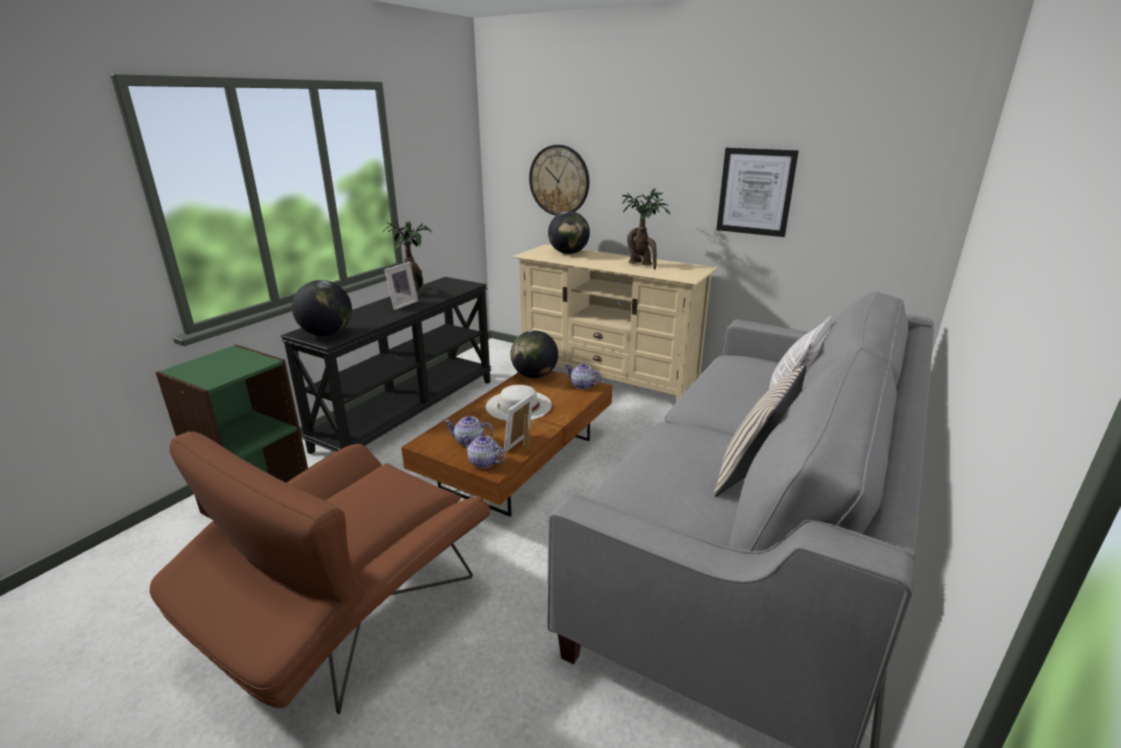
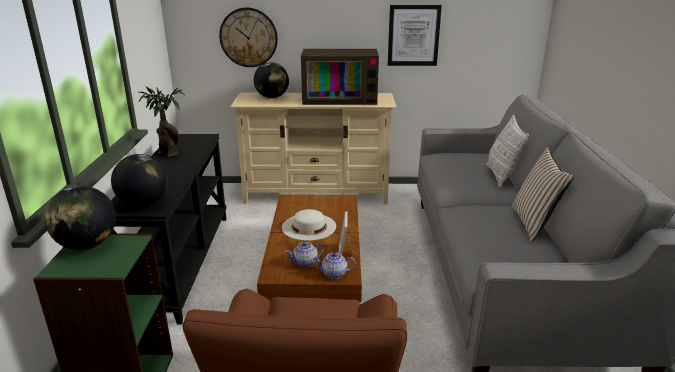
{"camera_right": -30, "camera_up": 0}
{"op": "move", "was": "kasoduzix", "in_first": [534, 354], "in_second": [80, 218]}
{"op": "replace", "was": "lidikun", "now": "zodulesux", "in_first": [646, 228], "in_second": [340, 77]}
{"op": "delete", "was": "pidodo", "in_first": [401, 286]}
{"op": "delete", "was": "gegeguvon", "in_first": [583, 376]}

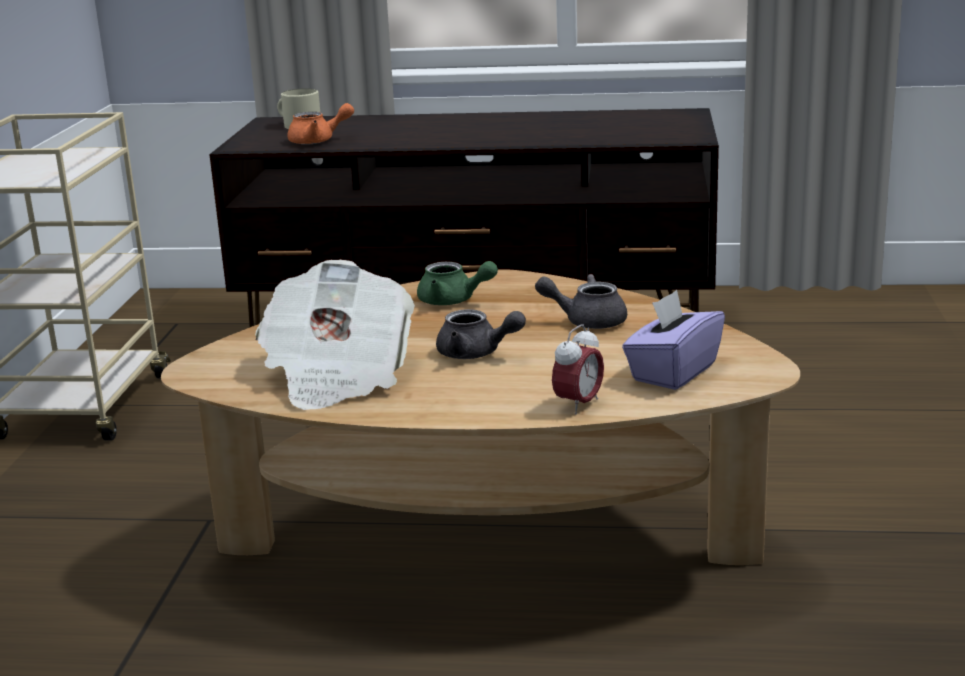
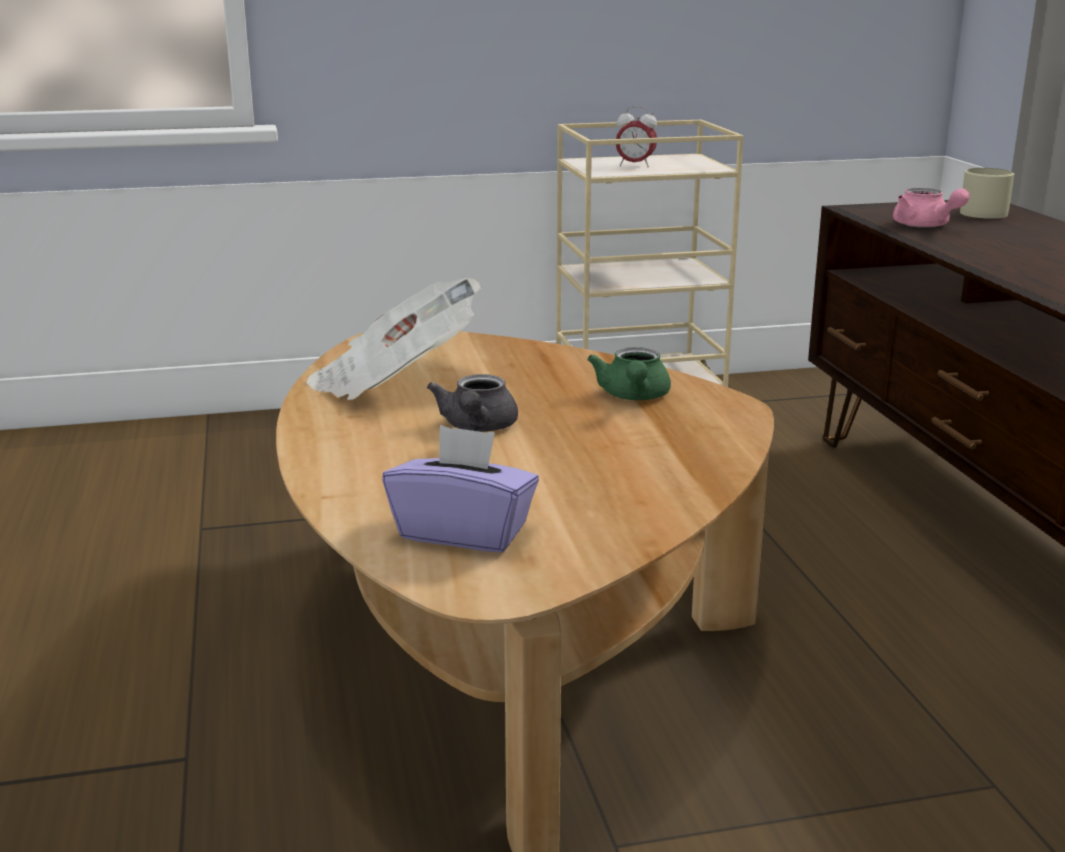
{"camera_right": 70, "camera_up": 0}
{"op": "move", "was": "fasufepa", "in_first": [578, 369], "in_second": [636, 137]}
{"op": "recolor", "was": "gegeguvon (orange)", "now": "gegeguvon (pink)", "in_first": [320, 124], "in_second": [931, 208]}
{"op": "delete", "was": "gegeguvon (grey)", "in_first": [581, 301]}

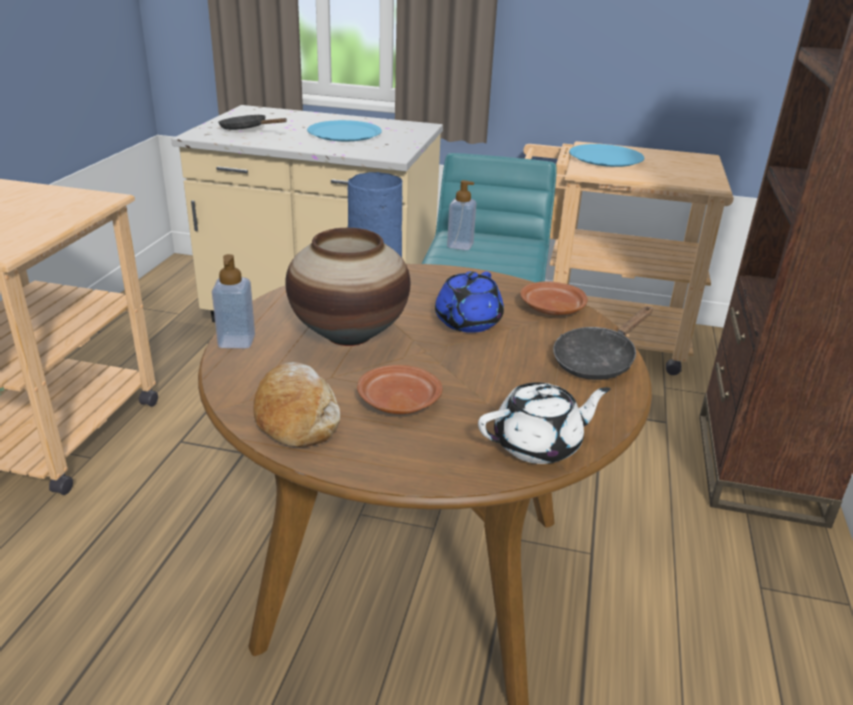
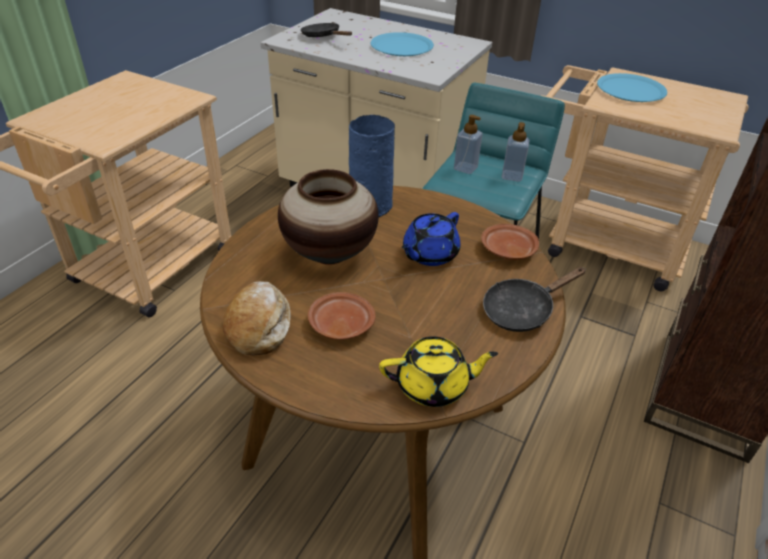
{"camera_right": 15, "camera_up": 10}
{"op": "recolor", "was": "gegeguvon (white)", "now": "gegeguvon (yellow)", "in_first": [544, 423], "in_second": [438, 372]}
{"op": "move", "was": "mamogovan", "in_first": [233, 301], "in_second": [516, 152]}

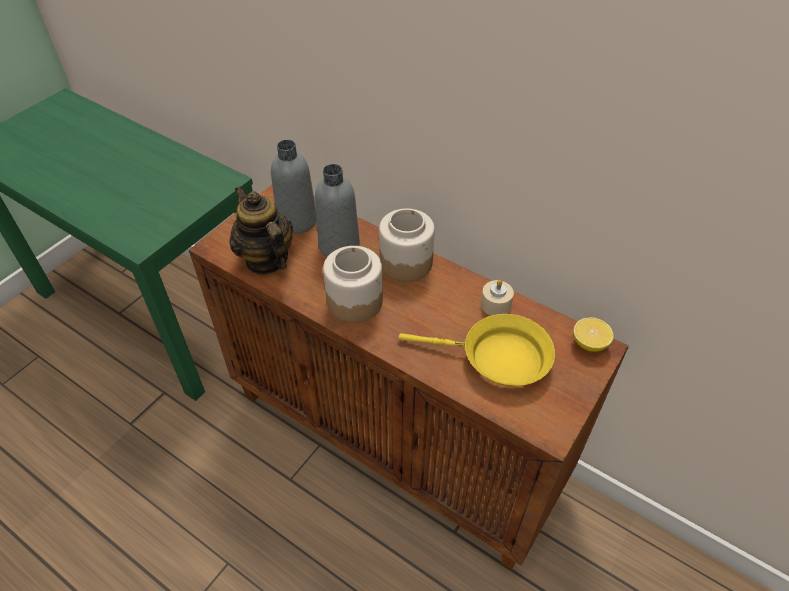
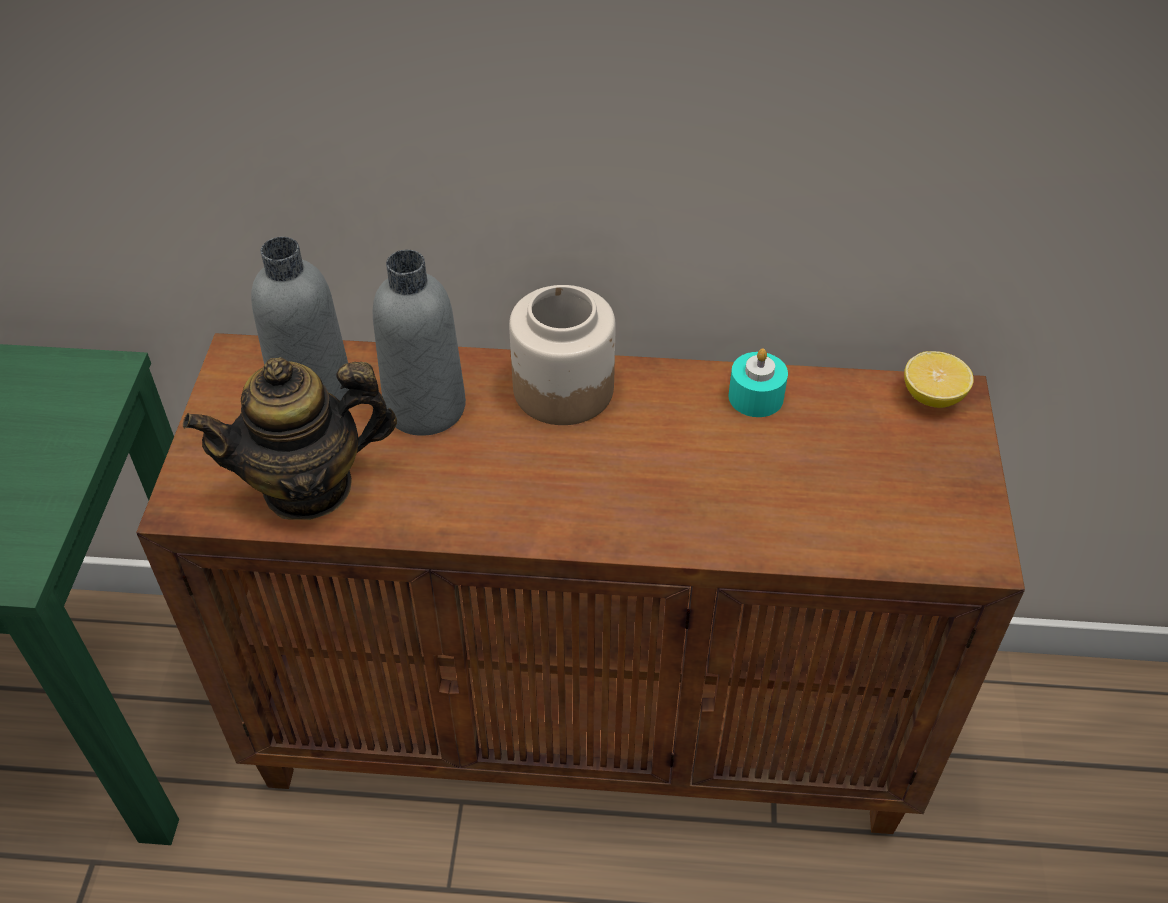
{"camera_right": -30, "camera_up": 0}
{"op": "rotate", "was": "gegeguvon", "in_first": [261, 230], "in_second": [290, 438], "clockwise": -45}
{"op": "recolor", "was": "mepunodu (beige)", "now": "mepunodu (turquoise)", "in_first": [497, 298], "in_second": [758, 382]}
{"op": "delete", "was": "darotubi", "in_first": [353, 284]}
{"op": "delete", "was": "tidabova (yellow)", "in_first": [477, 350]}

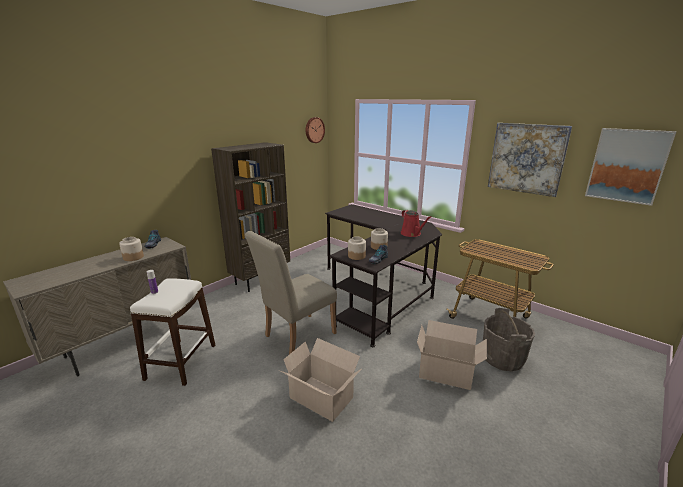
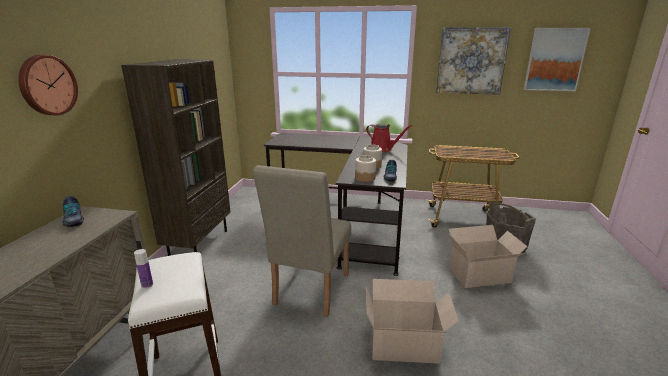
{"camera_right": -30, "camera_up": 0}
{"op": "move", "was": "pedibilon", "in_first": [315, 130], "in_second": [48, 85]}
{"op": "delete", "was": "darotubi", "in_first": [131, 249]}

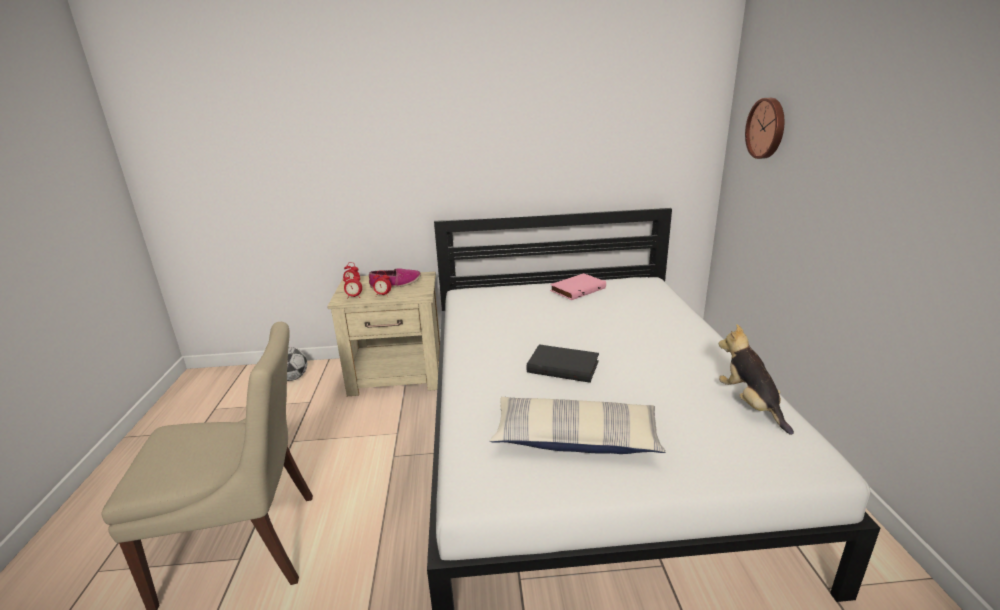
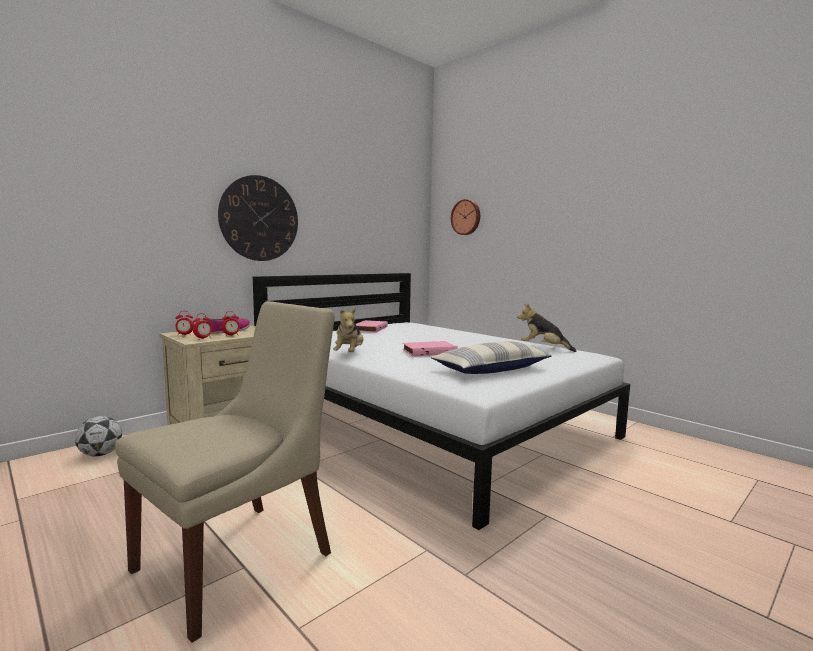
{"camera_right": -40, "camera_up": -15}
{"op": "insert", "now": "pedibilon", "in_second": [258, 218]}
{"op": "insert", "now": "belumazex", "in_second": [348, 329]}
{"op": "recolor", "was": "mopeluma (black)", "now": "mopeluma (pink)", "in_first": [563, 363], "in_second": [430, 349]}

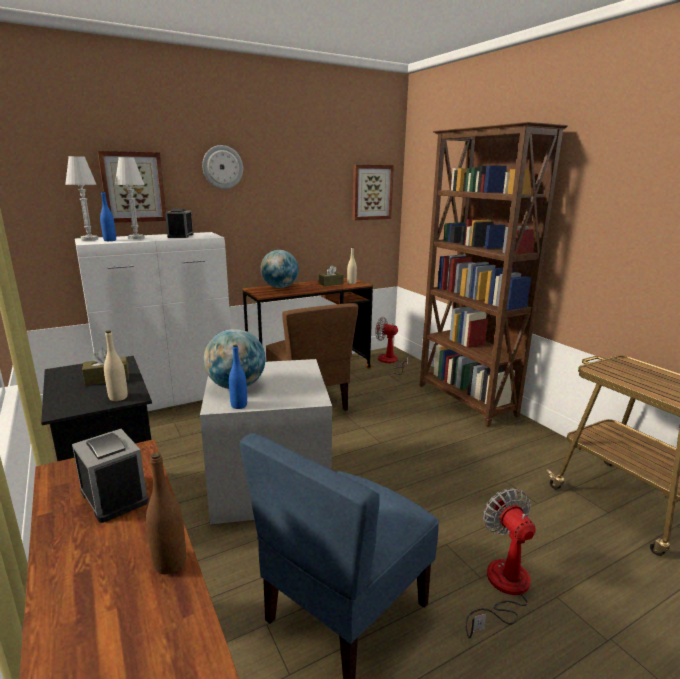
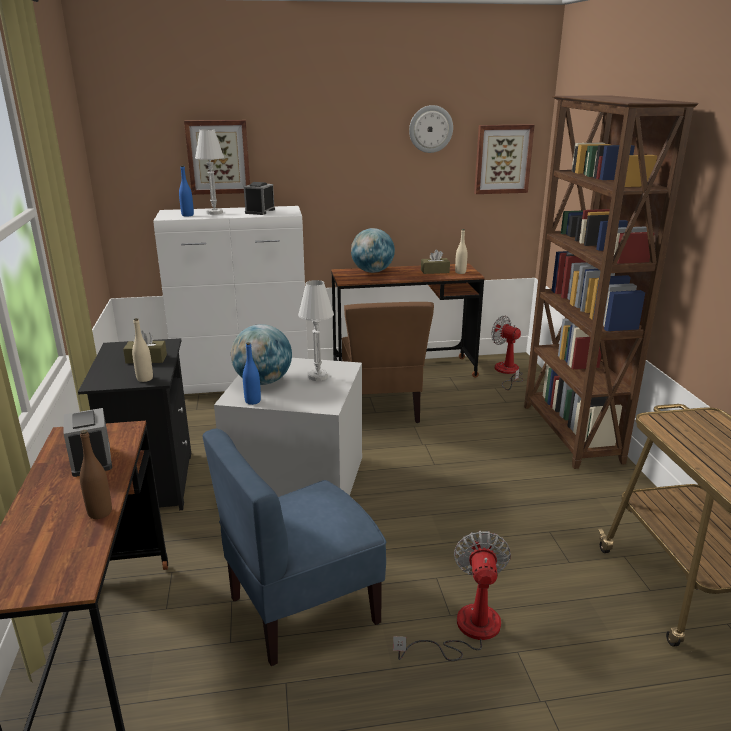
{"camera_right": 20, "camera_up": 5}
{"op": "move", "was": "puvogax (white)", "in_first": [81, 198], "in_second": [316, 330]}
{"op": "move", "was": "pedibilon", "in_first": [222, 167], "in_second": [431, 129]}

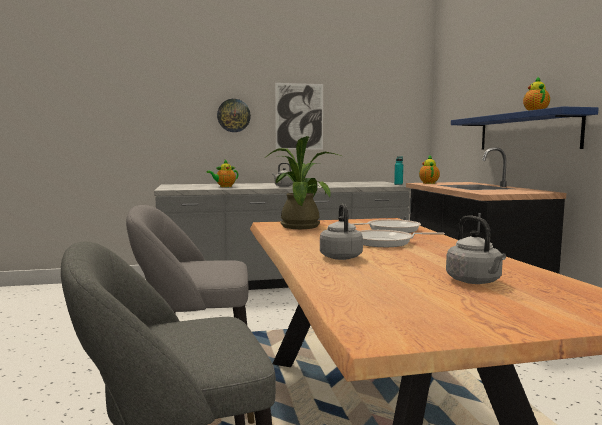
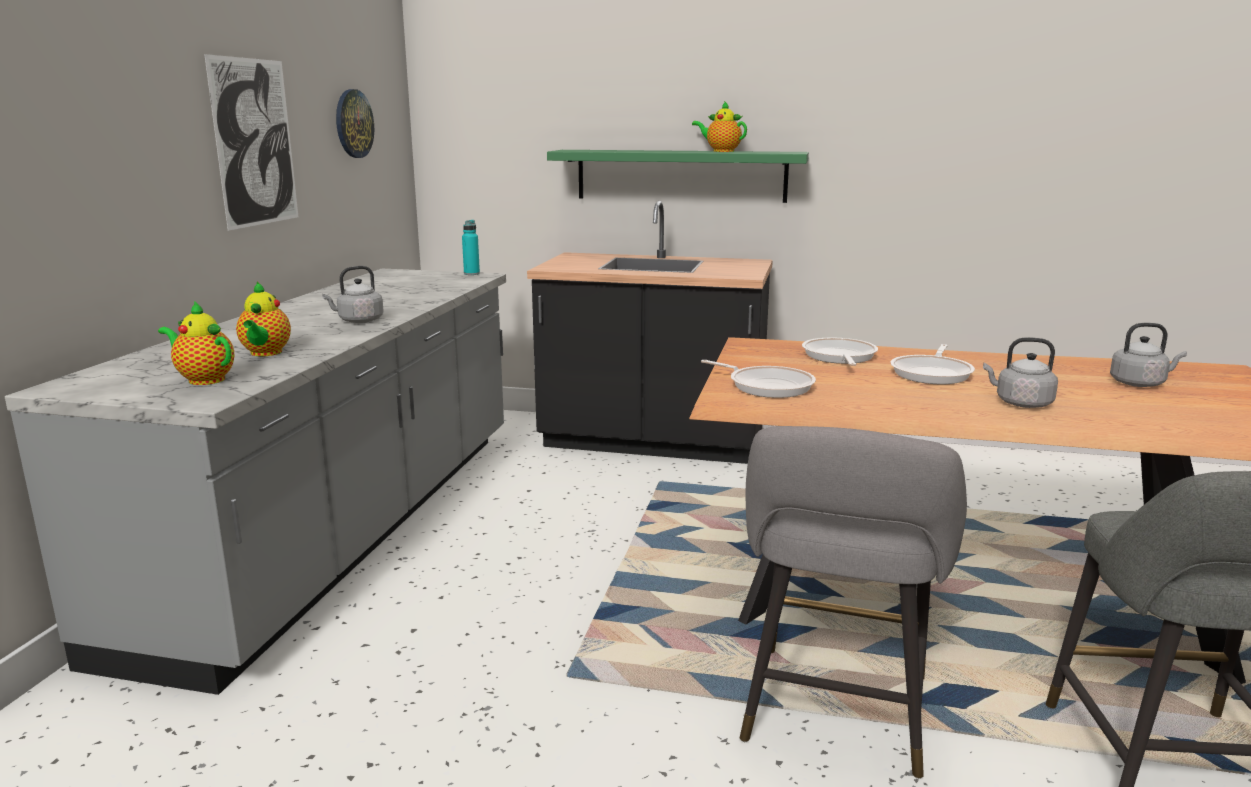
{"camera_right": -65, "camera_up": 10}
{"op": "move", "was": "gegeguvon", "in_first": [429, 169], "in_second": [196, 343]}
{"op": "move", "was": "pedibilon", "in_first": [234, 115], "in_second": [355, 123]}
{"op": "recolor", "was": "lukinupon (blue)", "now": "lukinupon (green)", "in_first": [525, 127], "in_second": [678, 176]}
{"op": "replace", "was": "lidikun", "now": "tidabova", "in_first": [303, 182], "in_second": [758, 379]}

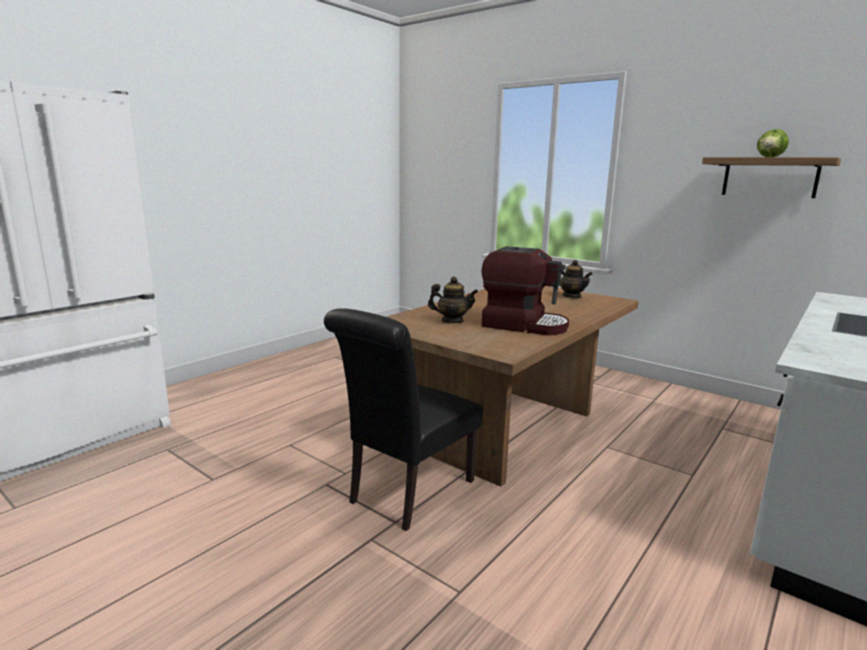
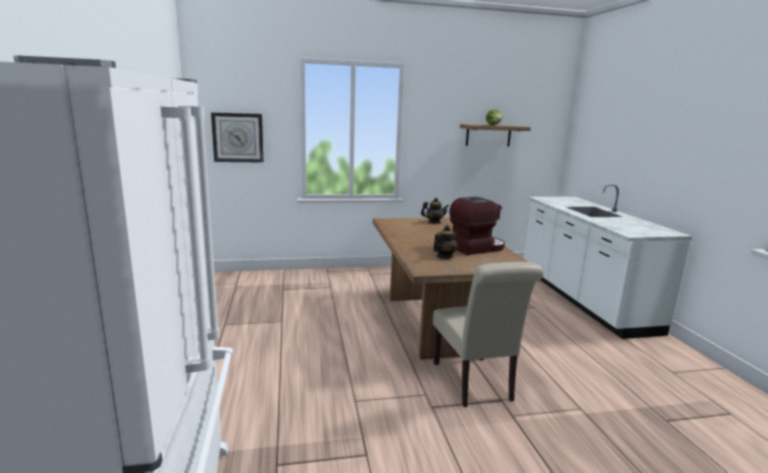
{"camera_right": -50, "camera_up": 0}
{"op": "insert", "now": "pedibilon", "in_second": [237, 137]}
{"op": "recolor", "was": "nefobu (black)", "now": "nefobu (beige)", "in_first": [403, 419], "in_second": [488, 334]}

